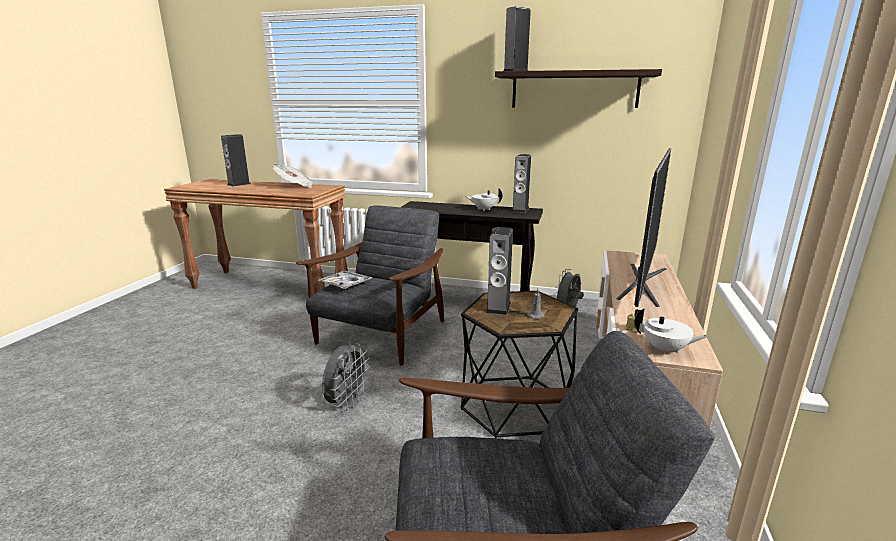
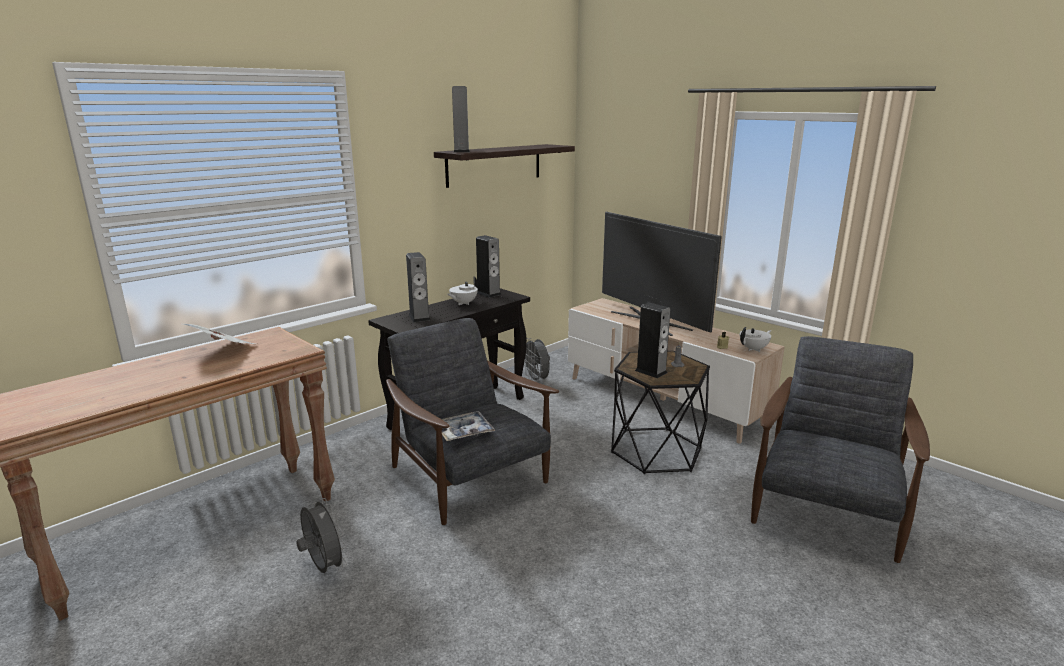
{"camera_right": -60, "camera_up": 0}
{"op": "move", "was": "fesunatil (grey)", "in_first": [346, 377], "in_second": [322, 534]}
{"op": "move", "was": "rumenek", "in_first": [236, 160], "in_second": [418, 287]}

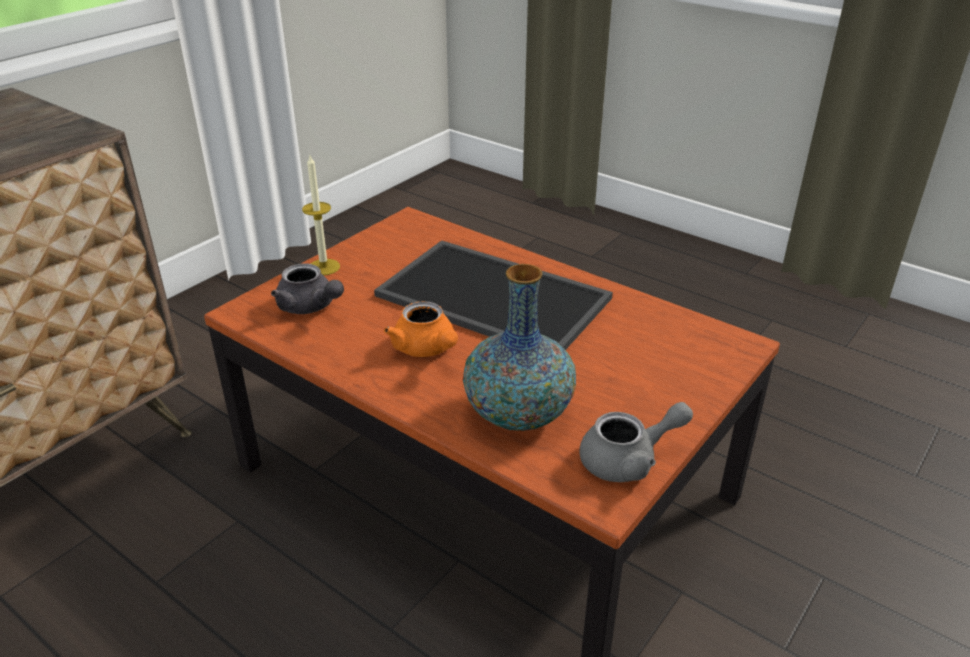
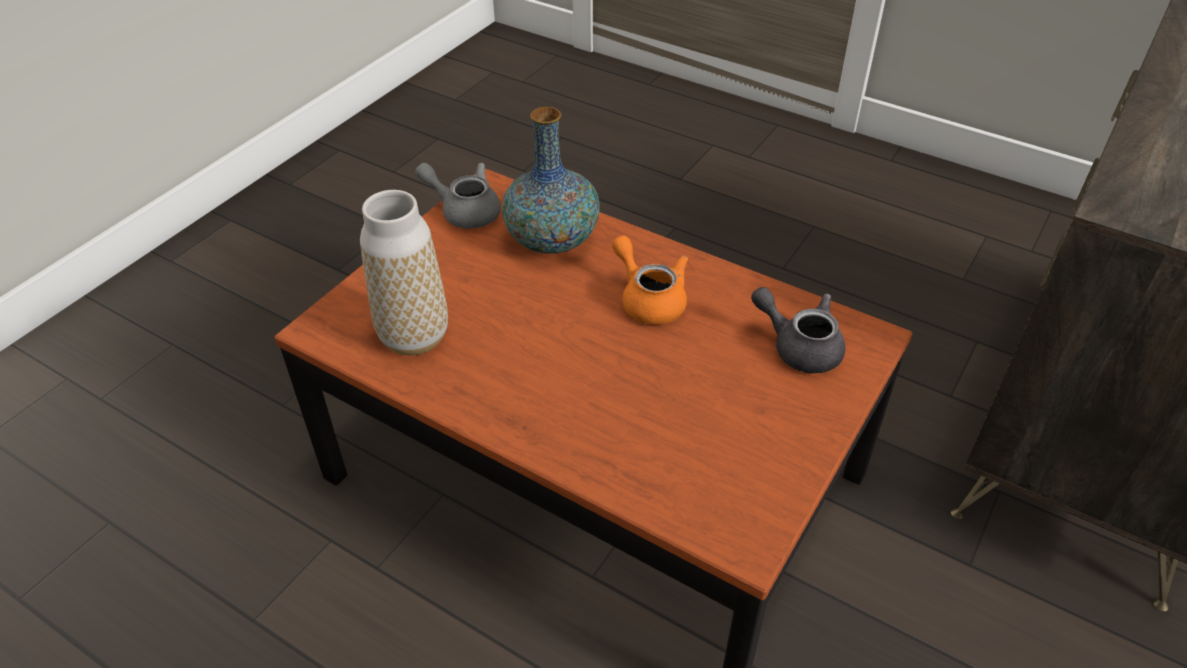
{"camera_right": 175, "camera_up": 10}
{"op": "insert", "now": "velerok", "in_second": [404, 272]}
{"op": "rotate", "was": "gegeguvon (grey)", "in_first": [636, 442], "in_second": [458, 196], "clockwise": 45}
{"op": "delete", "was": "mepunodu", "in_first": [321, 215]}
{"op": "delete", "was": "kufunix", "in_first": [493, 295]}

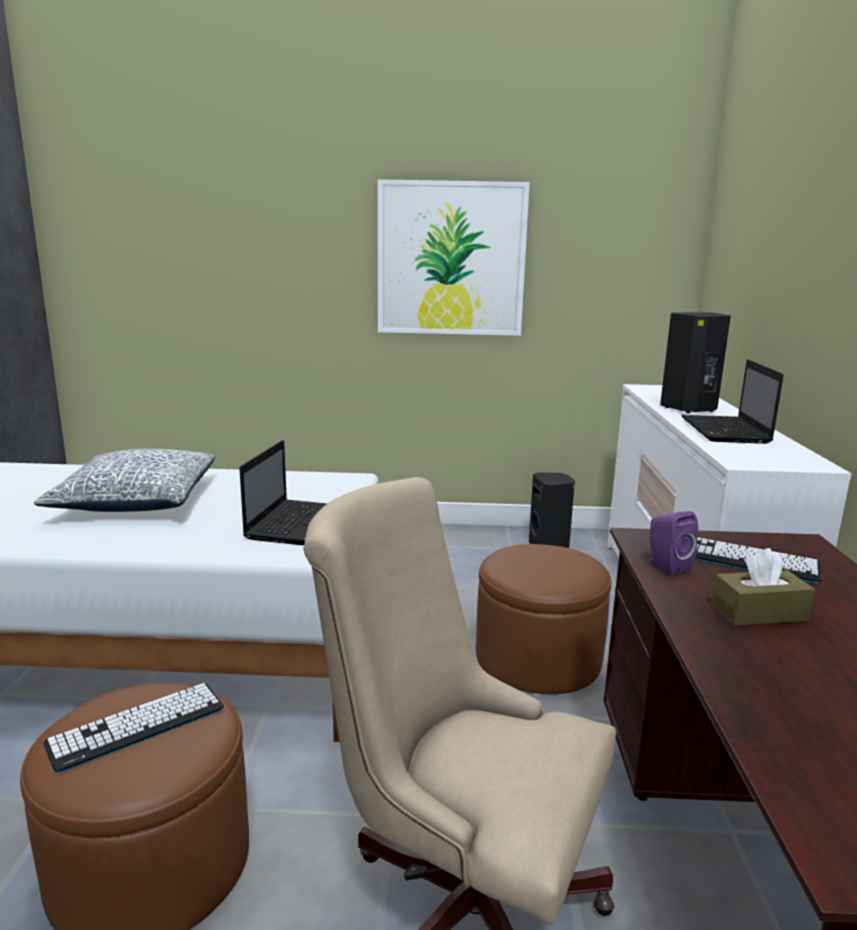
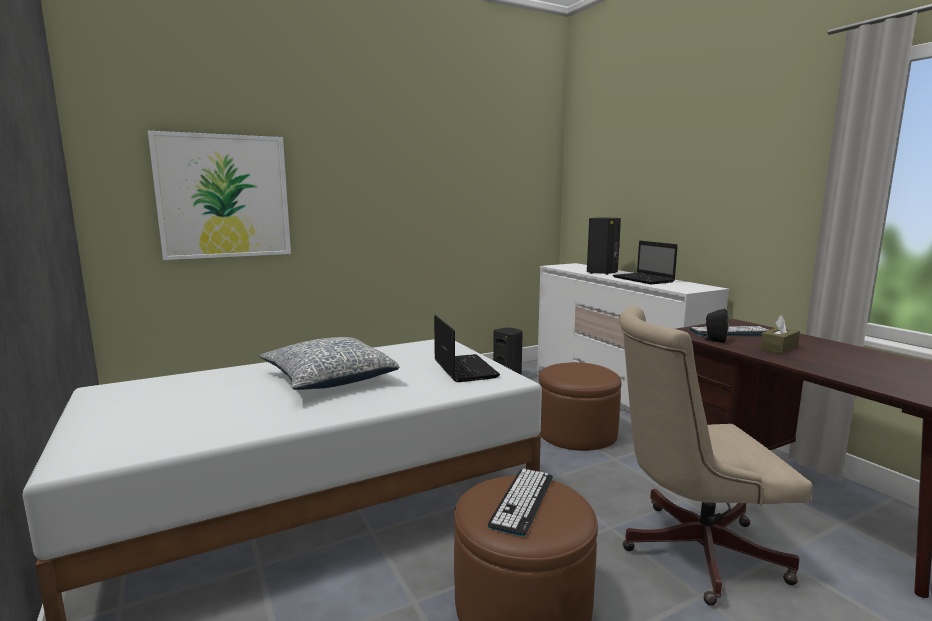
{"camera_right": -30, "camera_up": -5}
{"op": "move", "was": "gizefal", "in_first": [454, 257], "in_second": [219, 195]}
{"op": "recolor", "was": "rumenek (purple)", "now": "rumenek (black)", "in_first": [673, 543], "in_second": [715, 326]}

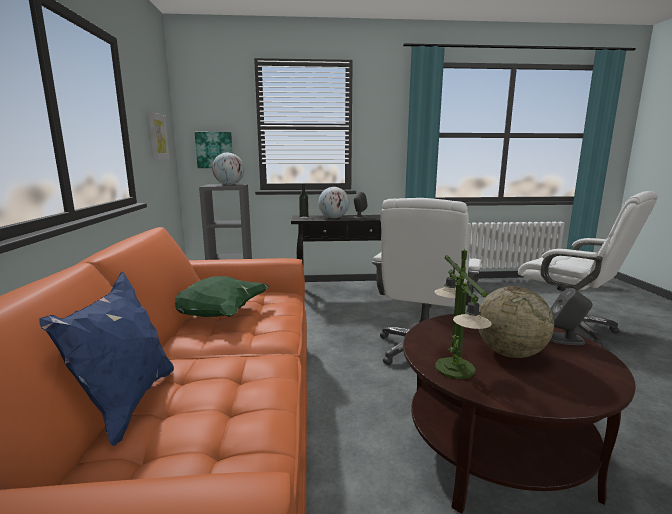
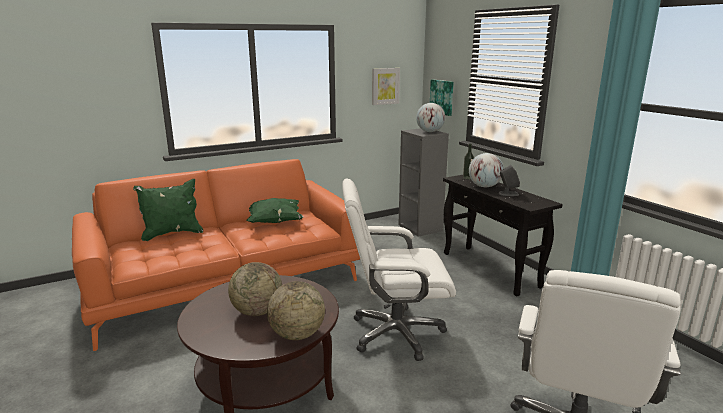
{"camera_right": 65, "camera_up": 5}
{"op": "recolor", "was": "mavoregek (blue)", "now": "mavoregek (green)", "in_first": [106, 359], "in_second": [168, 210]}
{"op": "replace", "was": "rumenek (grey)", "now": "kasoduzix", "in_first": [571, 316], "in_second": [296, 310]}
{"op": "delete", "was": "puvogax", "in_first": [463, 314]}

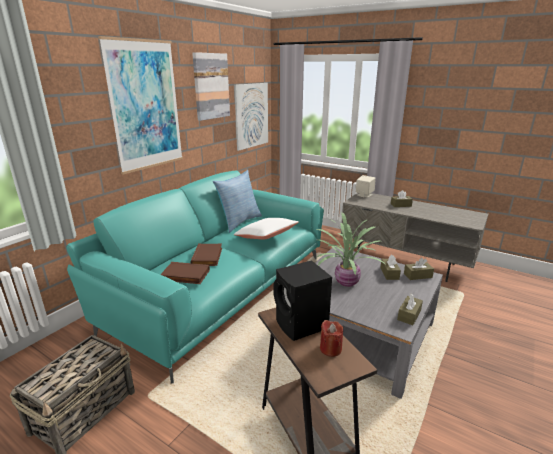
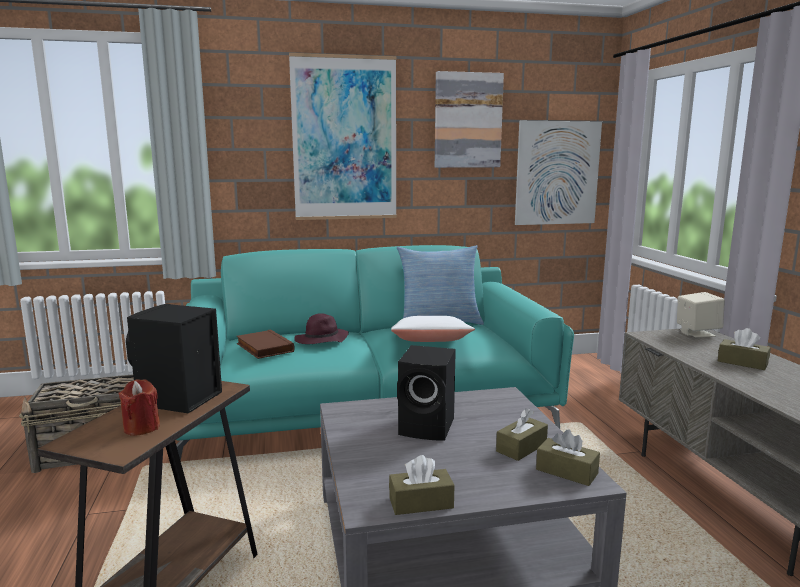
{"camera_right": 45, "camera_up": -10}
{"op": "replace", "was": "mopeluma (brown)", "now": "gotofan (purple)", "in_first": [206, 254], "in_second": [321, 328]}
{"op": "replace", "was": "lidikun", "now": "rumenek (black)", "in_first": [351, 250], "in_second": [426, 393]}

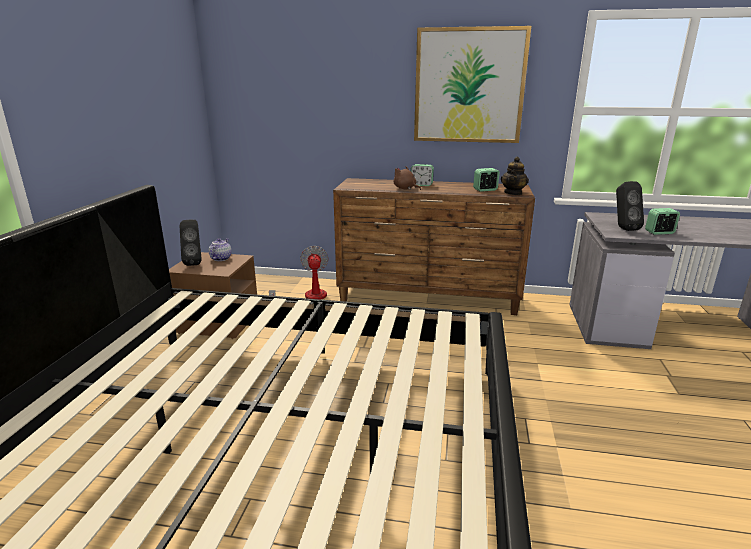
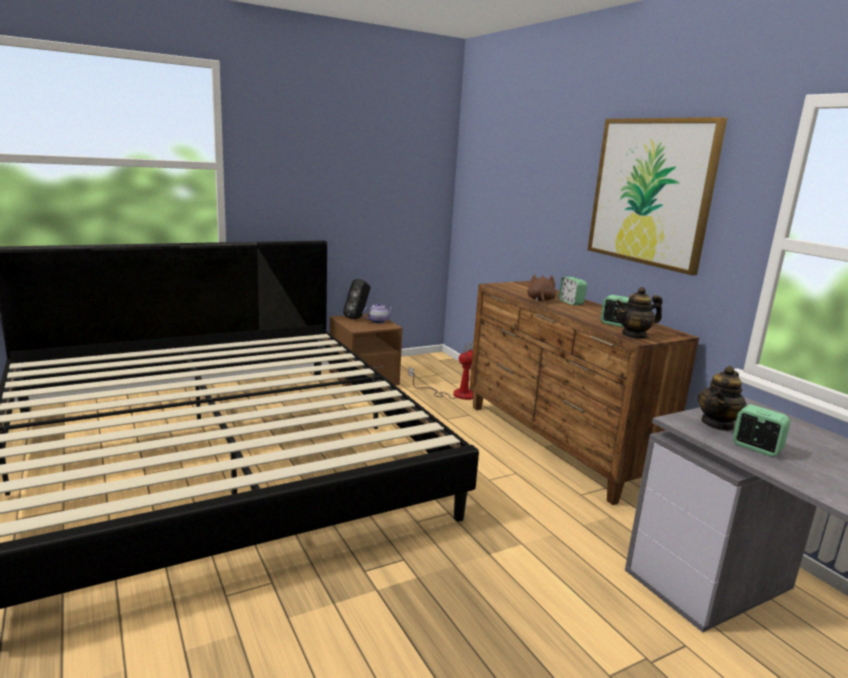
{"camera_right": 50, "camera_up": -5}
{"op": "replace", "was": "rumenek (black)", "now": "gegeguvon", "in_first": [630, 206], "in_second": [722, 398]}

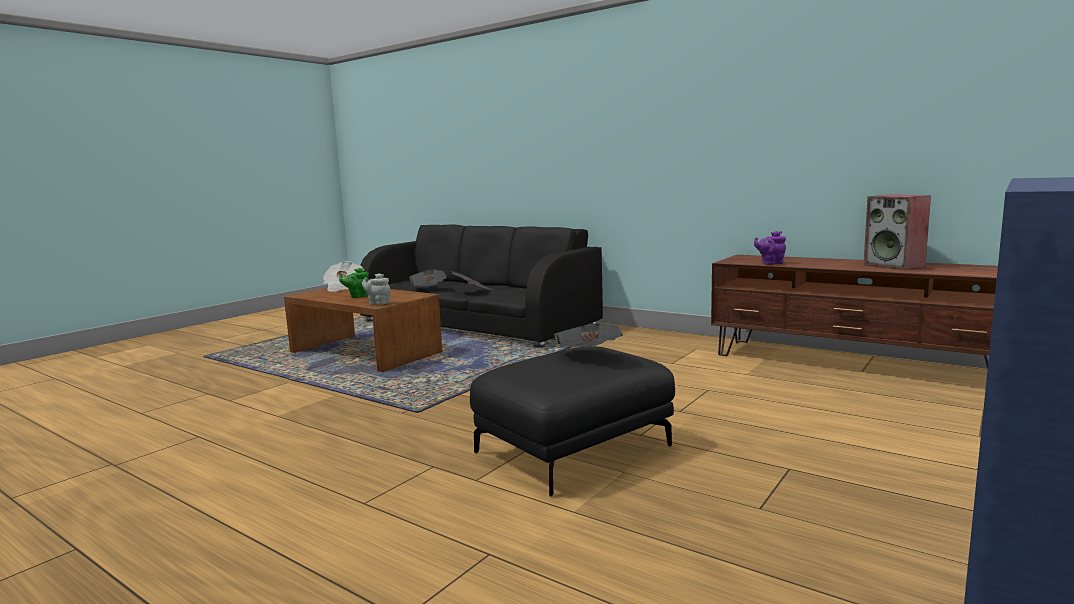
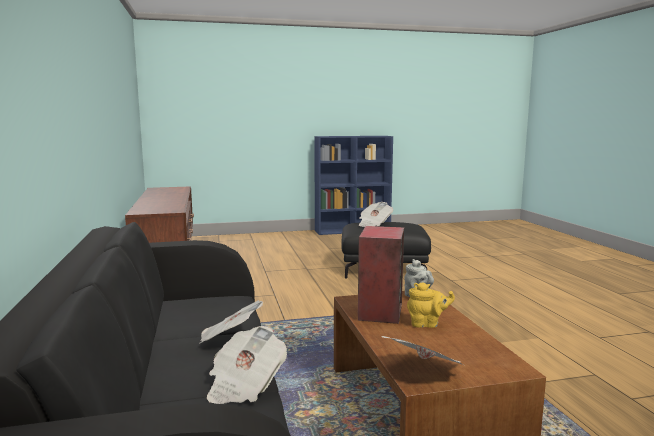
{"camera_right": -140, "camera_up": 0}
{"op": "move", "was": "rumenek", "in_first": [897, 232], "in_second": [381, 275]}
{"op": "recolor", "was": "gegeguvon (green)", "now": "gegeguvon (yellow)", "in_first": [354, 283], "in_second": [431, 305]}
{"op": "delete", "was": "gegeguvon (purple)", "in_first": [770, 248]}

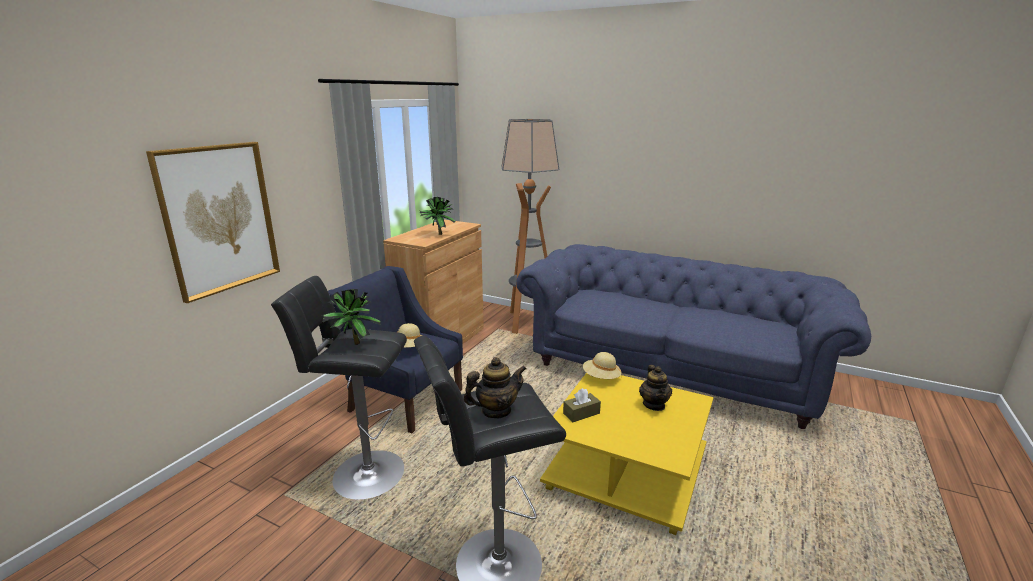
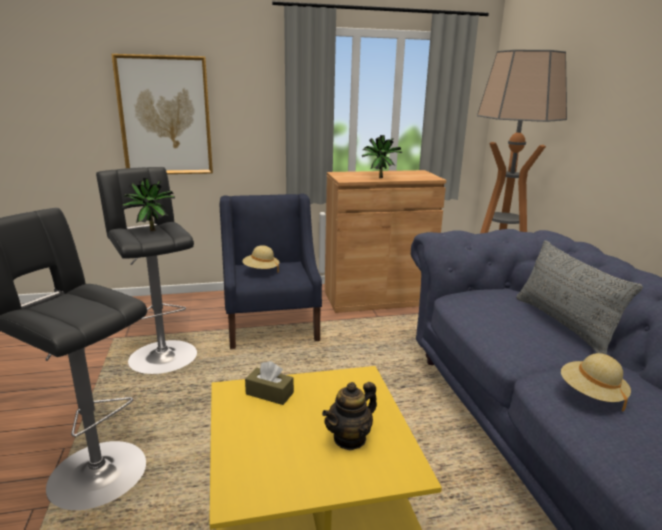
{"camera_right": 50, "camera_up": 0}
{"op": "insert", "now": "mavoregek (grey)", "in_second": [579, 297]}
{"op": "move", "was": "gotofan (beige)", "in_first": [602, 365], "in_second": [596, 382]}
{"op": "delete", "was": "gegeguvon", "in_first": [495, 387]}

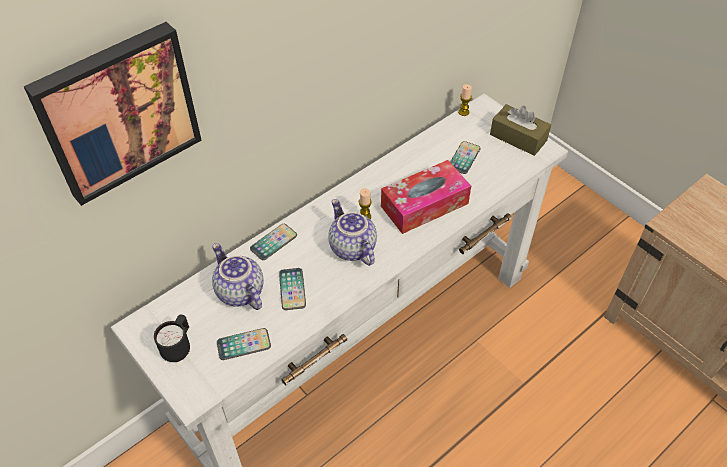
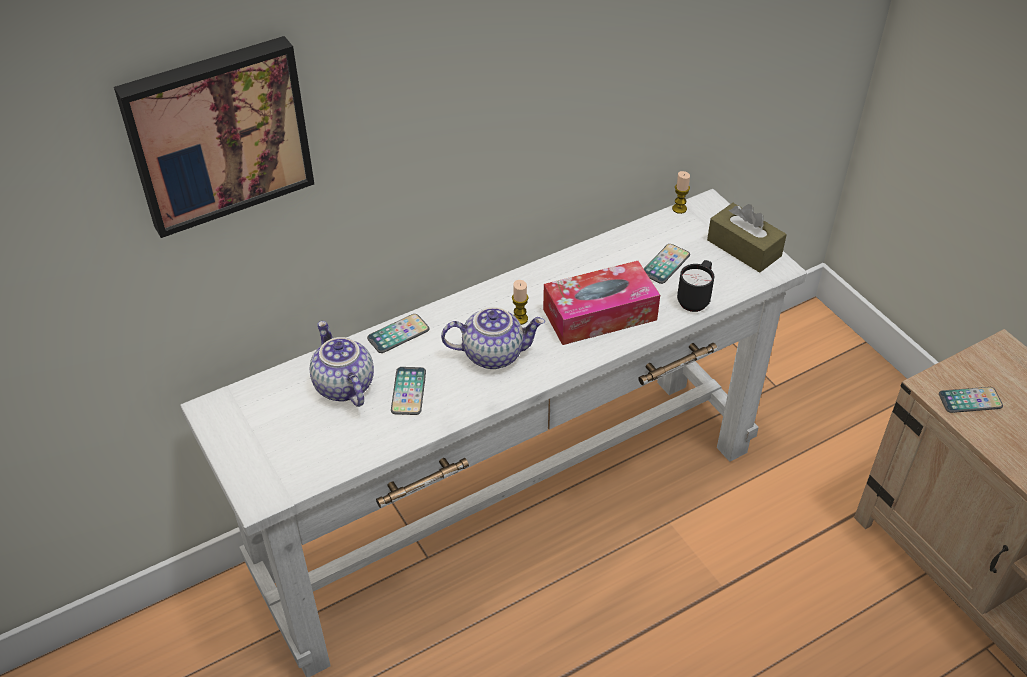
{"camera_right": 10, "camera_up": -5}
{"op": "rotate", "was": "gegeguvon", "in_first": [352, 232], "in_second": [493, 338], "clockwise": 105}
{"op": "move", "was": "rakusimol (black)", "in_first": [172, 338], "in_second": [695, 286]}
{"op": "move", "was": "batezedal", "in_first": [244, 344], "in_second": [971, 400]}

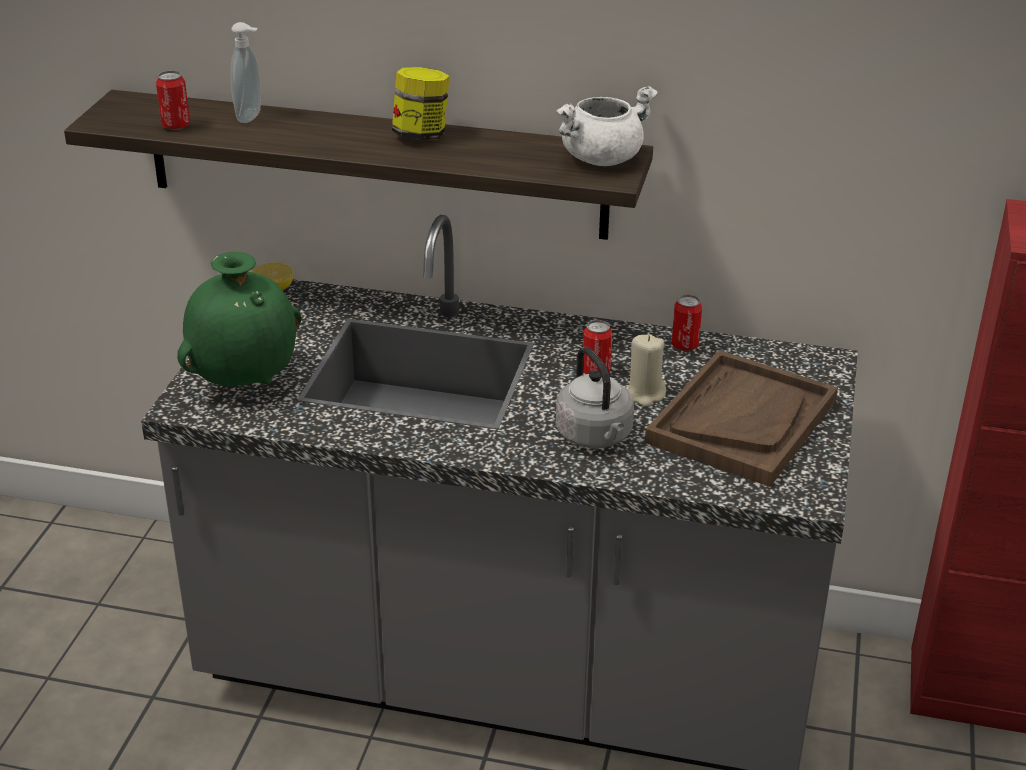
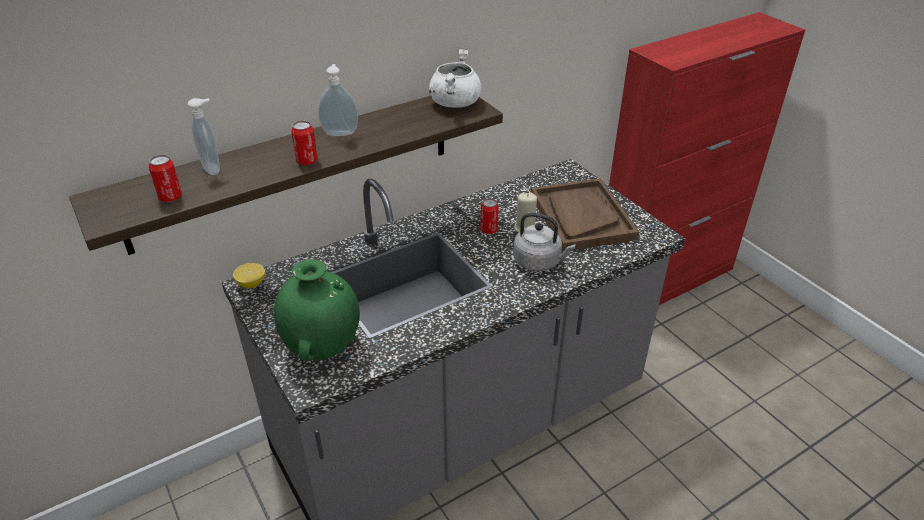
{"camera_right": -45, "camera_up": 5}
{"op": "move", "was": "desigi", "in_first": [686, 323], "in_second": [304, 143]}
{"op": "replace", "was": "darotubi", "now": "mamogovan", "in_first": [421, 103], "in_second": [338, 100]}

